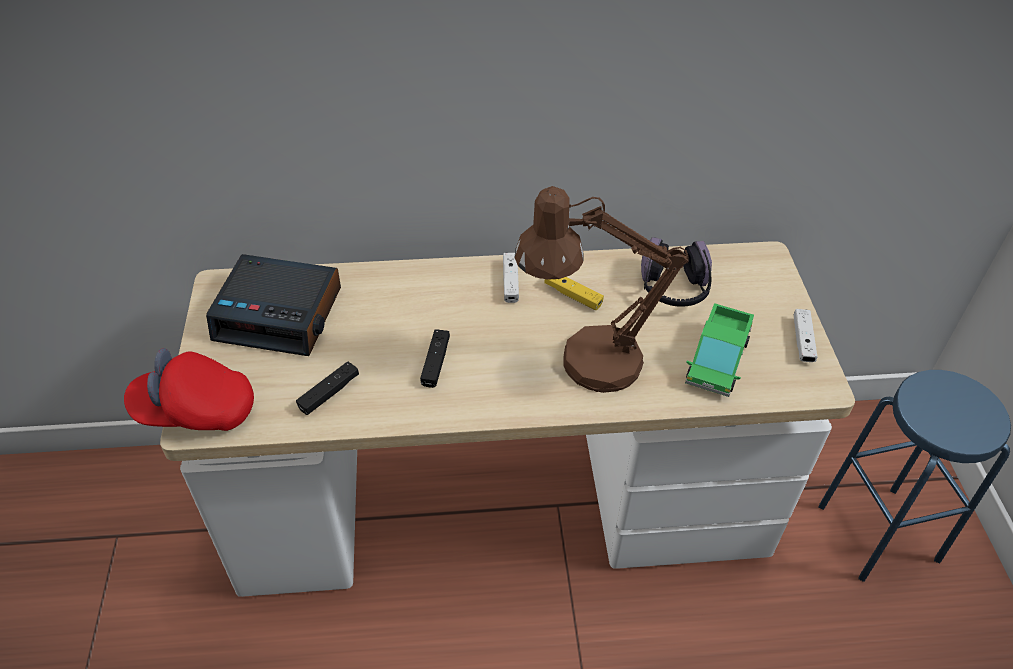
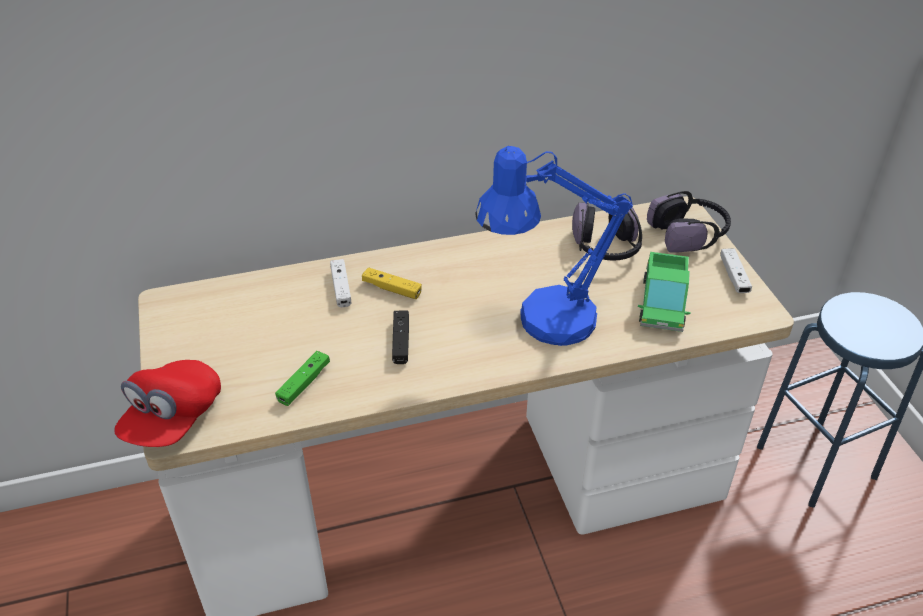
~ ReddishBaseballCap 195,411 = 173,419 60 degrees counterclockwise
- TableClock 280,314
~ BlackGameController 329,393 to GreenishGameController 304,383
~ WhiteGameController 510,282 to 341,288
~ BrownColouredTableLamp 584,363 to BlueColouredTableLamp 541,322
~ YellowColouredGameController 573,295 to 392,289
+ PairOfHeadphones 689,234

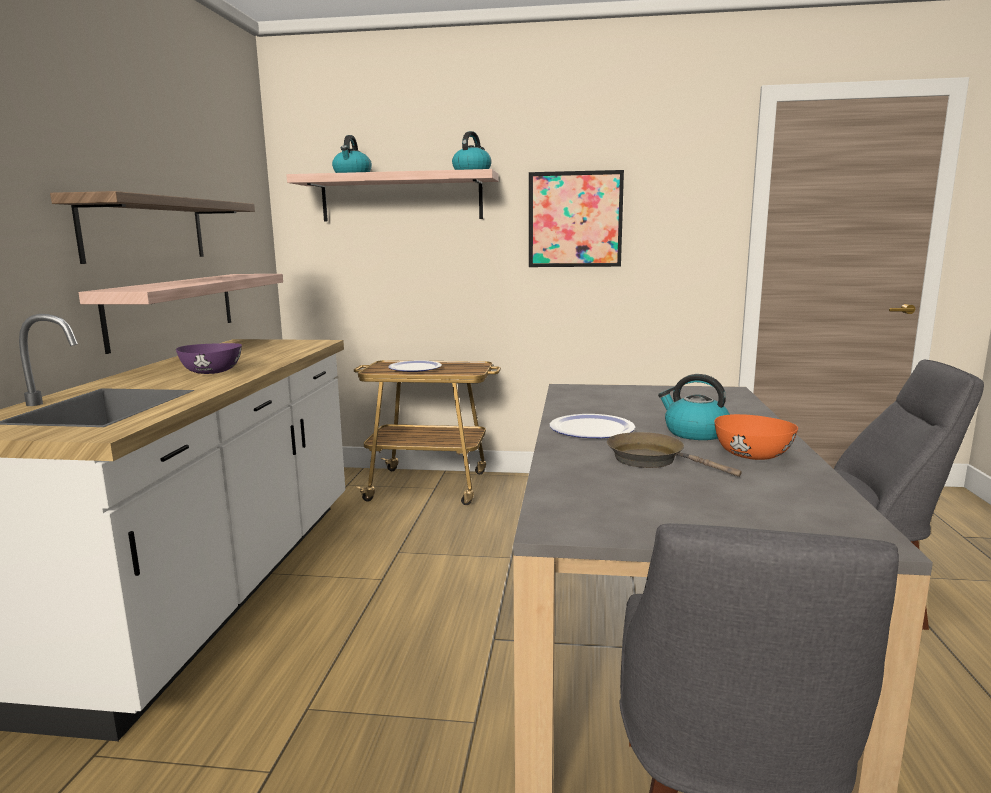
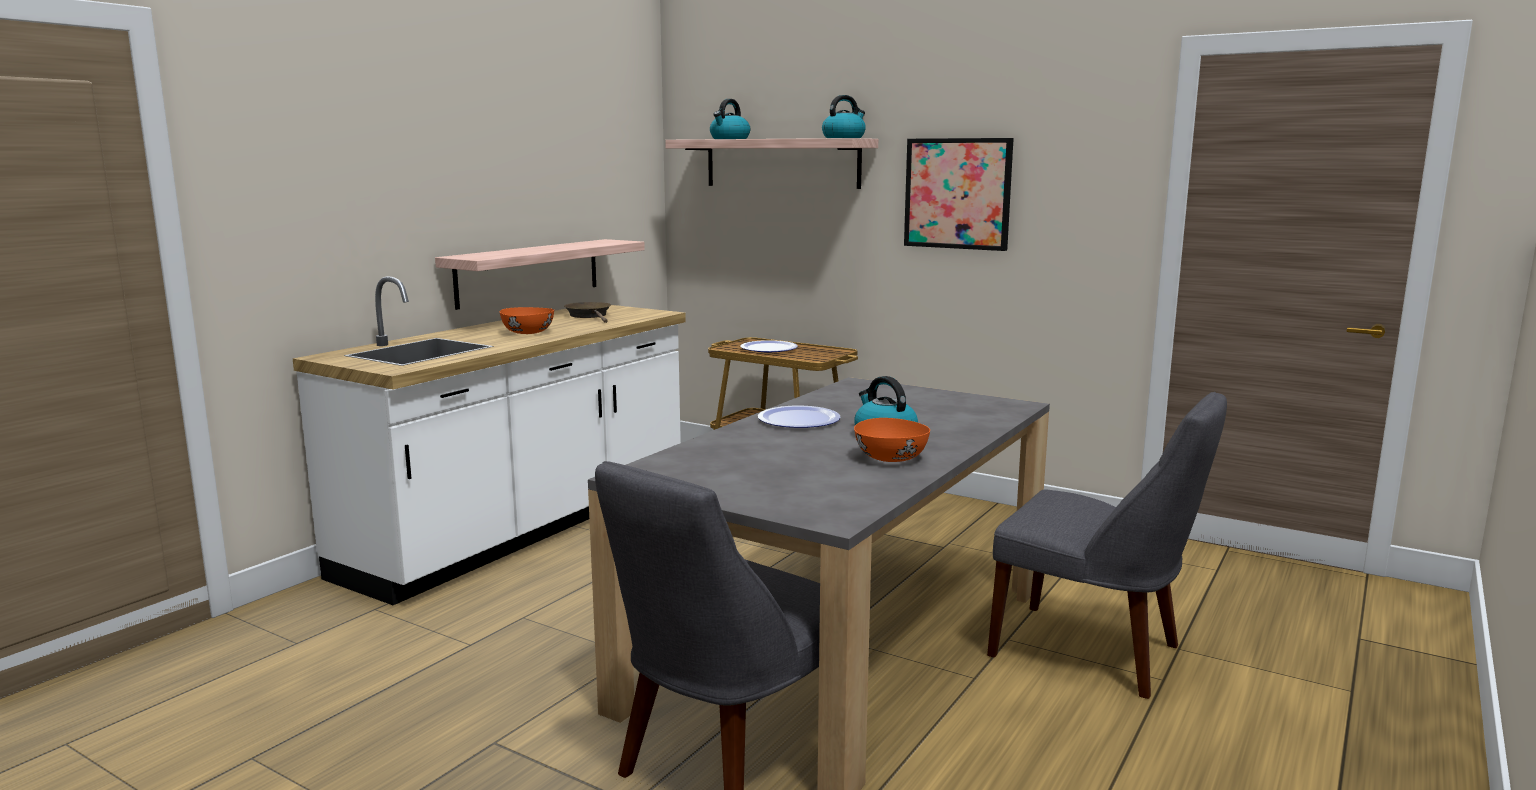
- BracketShelf 145,230
~ PurpleColouredBowl 211,372 to OrangeBowl 527,333
~ BrownColouredSkillet 651,460 to 590,316

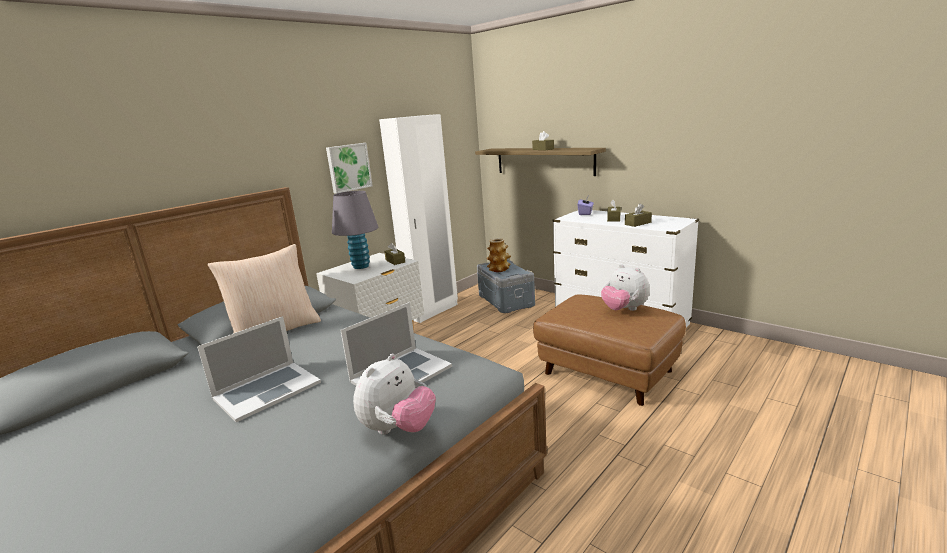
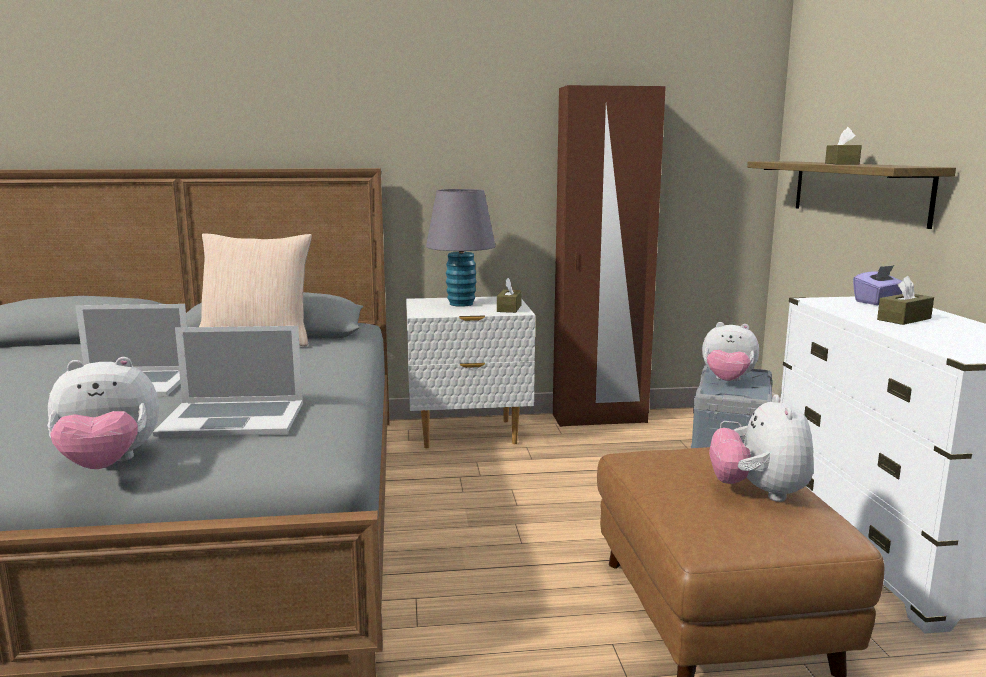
- Picture 348,167
~ WhiteArmoire 432,311 to BrownColouredArmoire 599,419
~ Vase 499,269 to PlushToy 727,381
- BrownColouredBoxOfTissues 638,223

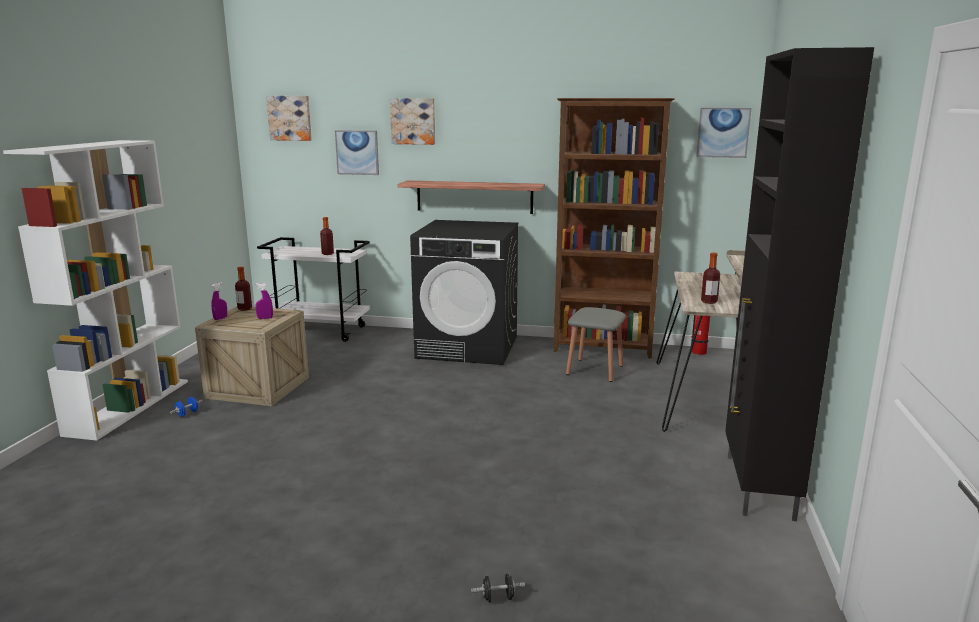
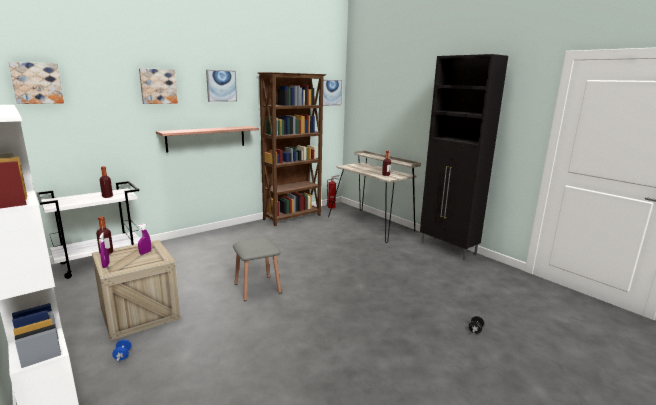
~ Picture 357,152 to 221,86
- BlackWashingMachine 468,347
~ GreyishSittingStool 594,370 to 257,288

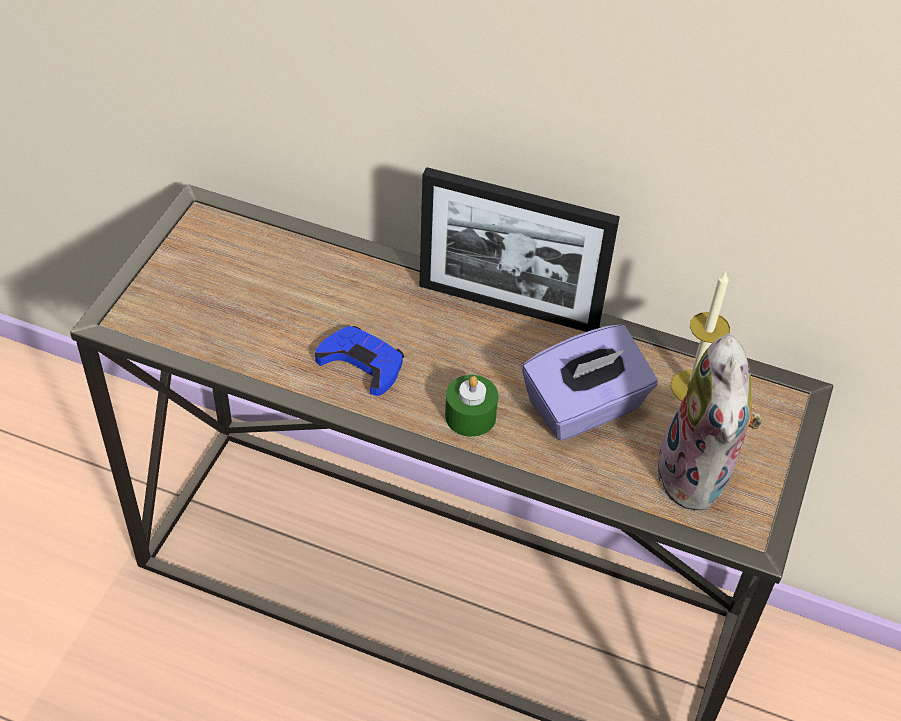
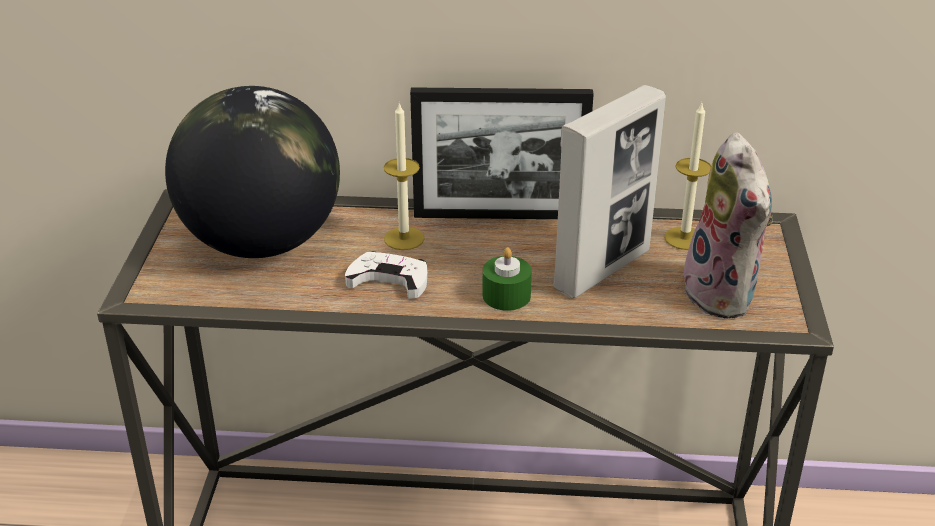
~ BlueColouredGameController 362,363 to WhiteGameController 389,280
~ PurpleColouredBoxOfTissues 585,407 to PhotoFrame 602,269
+ Globe 262,243
+ WaxLight 404,238

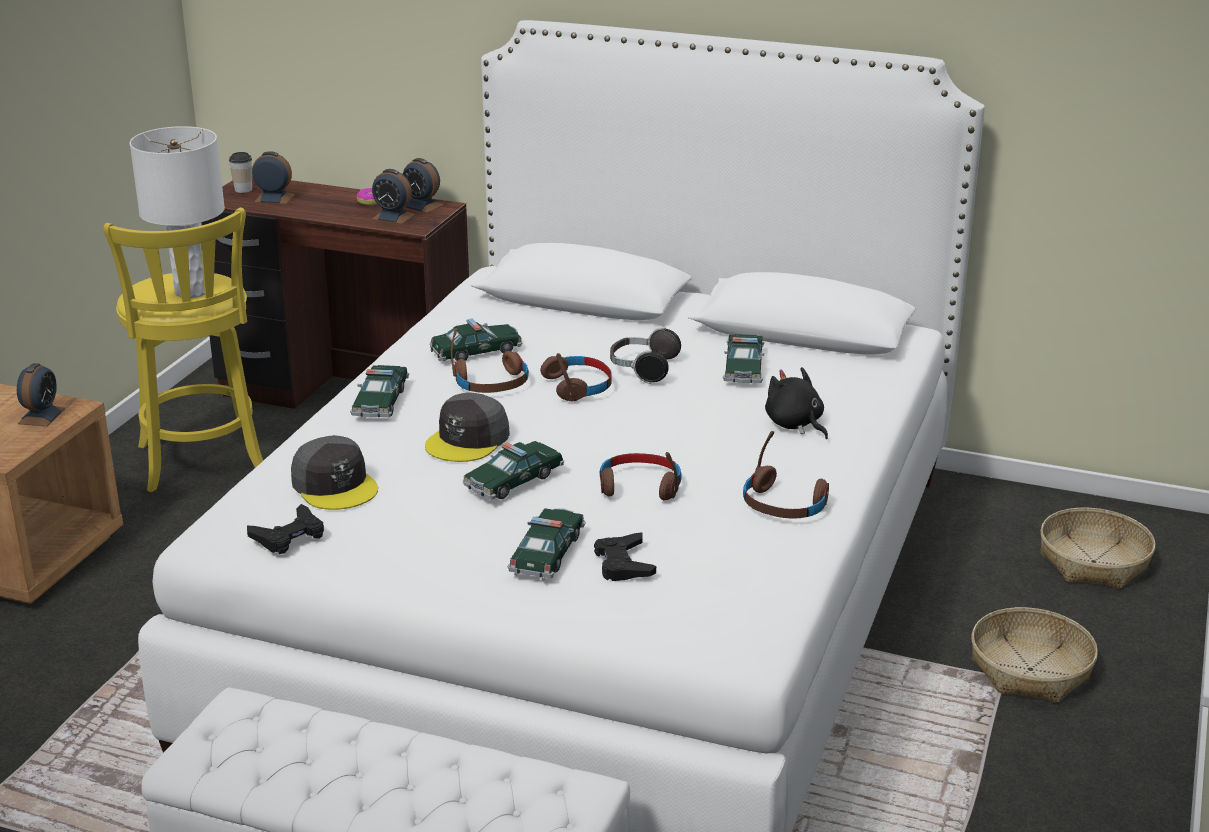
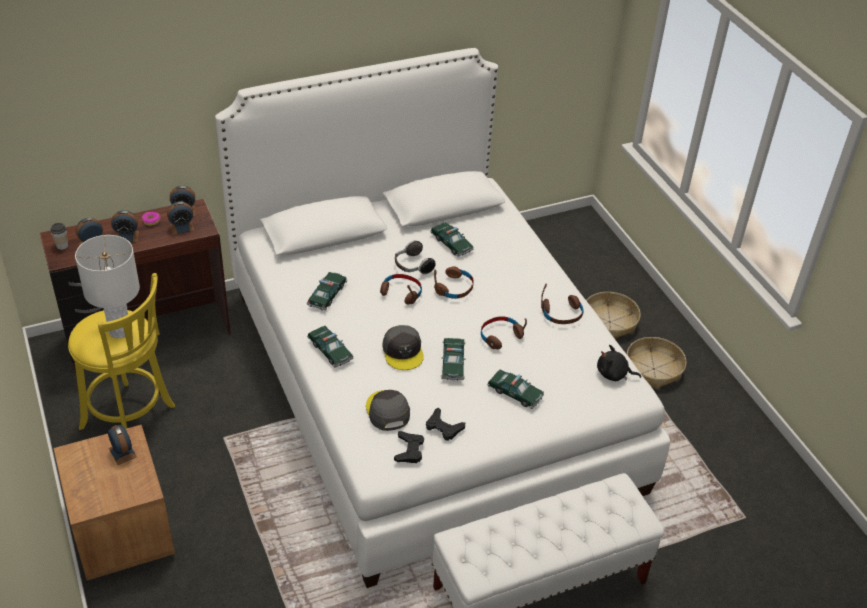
~ GreyishBaseballCap 335,485 = 387,411 120 degrees counterclockwise
~ BrownColouredPairOfHeadphones 492,384 to 454,288
~ MiniatureCar 547,553 = 515,393 150 degrees clockwise
~ BlackGameController 623,564 to 443,427
~ BlackPlushToy 795,425 to 614,374
~ Basket 1093,561 to 653,368
+ TableClock 127,236

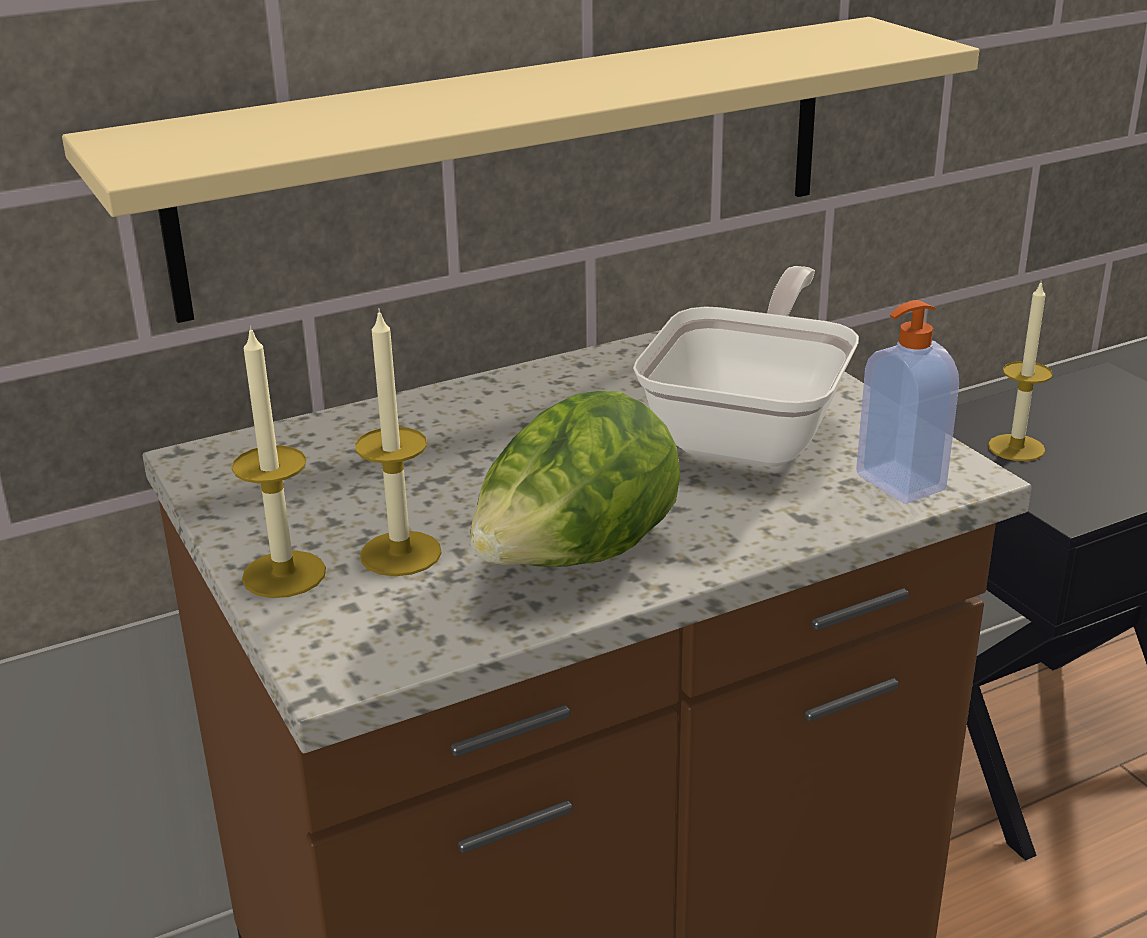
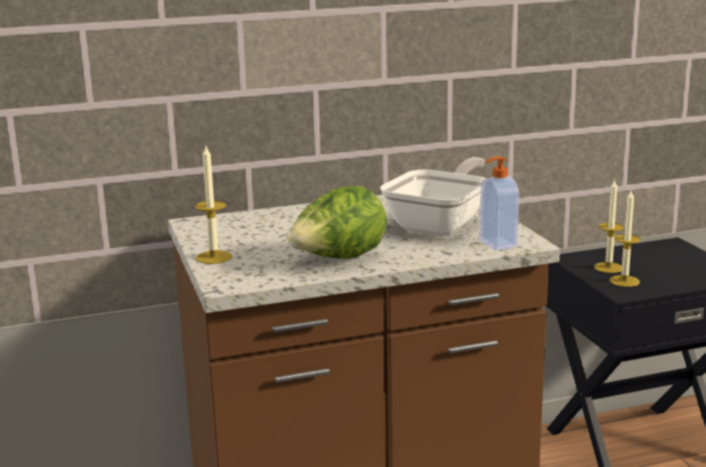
- BeigeBracketShelf 518,162
~ WaxLight 400,553 to 624,281

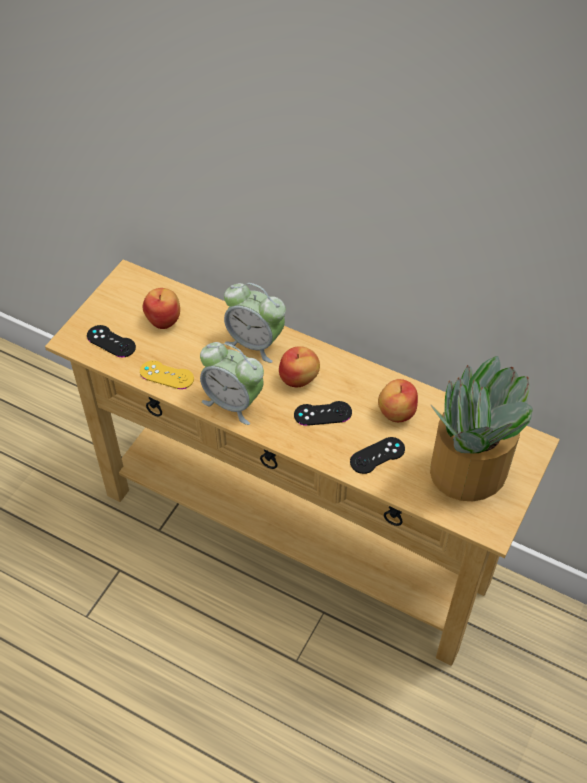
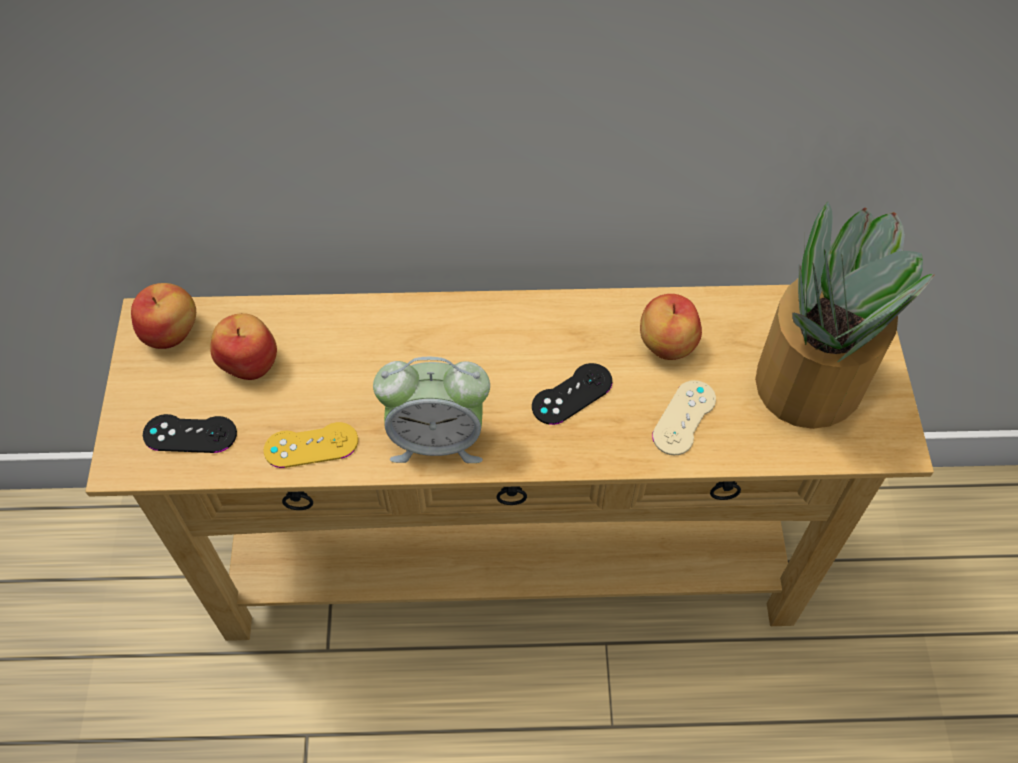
- TableClock 255,343
~ WholeApple 299,378 to 172,332
~ BlackGameController 377,455 to BeigeGameController 684,418

